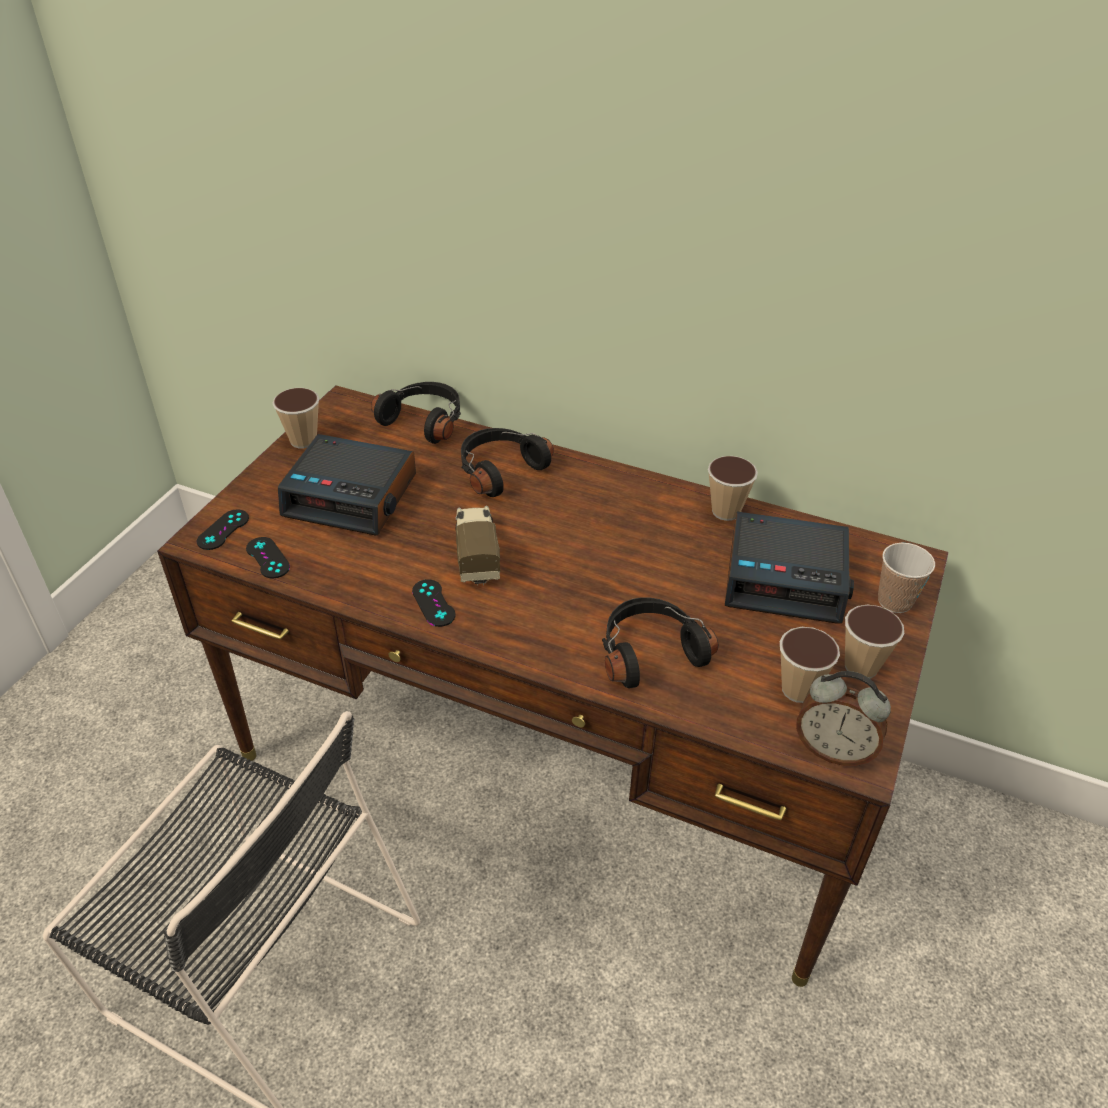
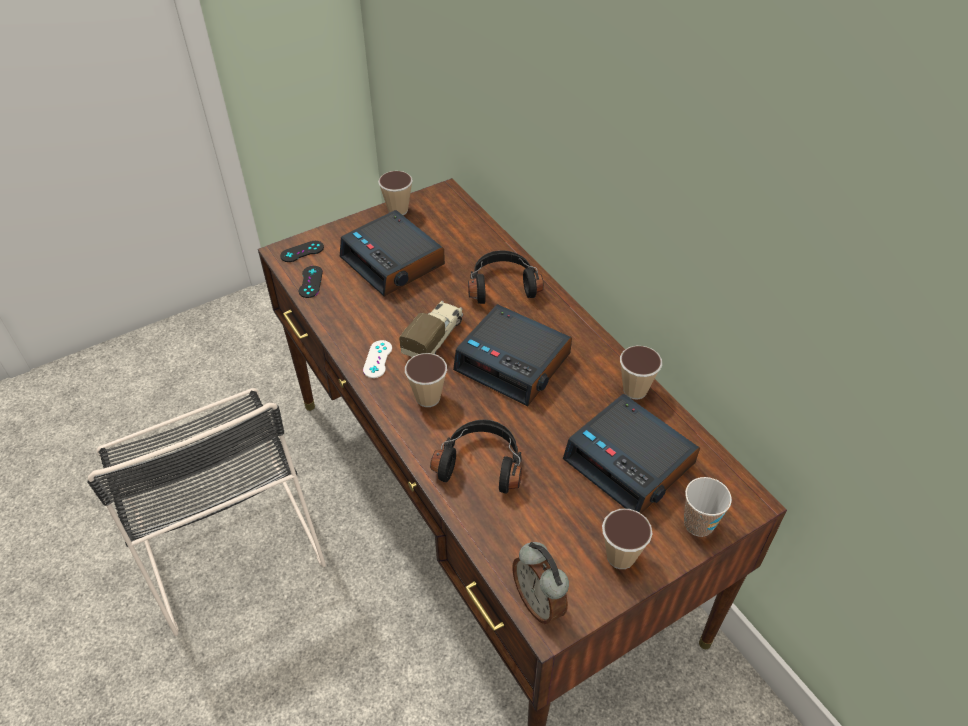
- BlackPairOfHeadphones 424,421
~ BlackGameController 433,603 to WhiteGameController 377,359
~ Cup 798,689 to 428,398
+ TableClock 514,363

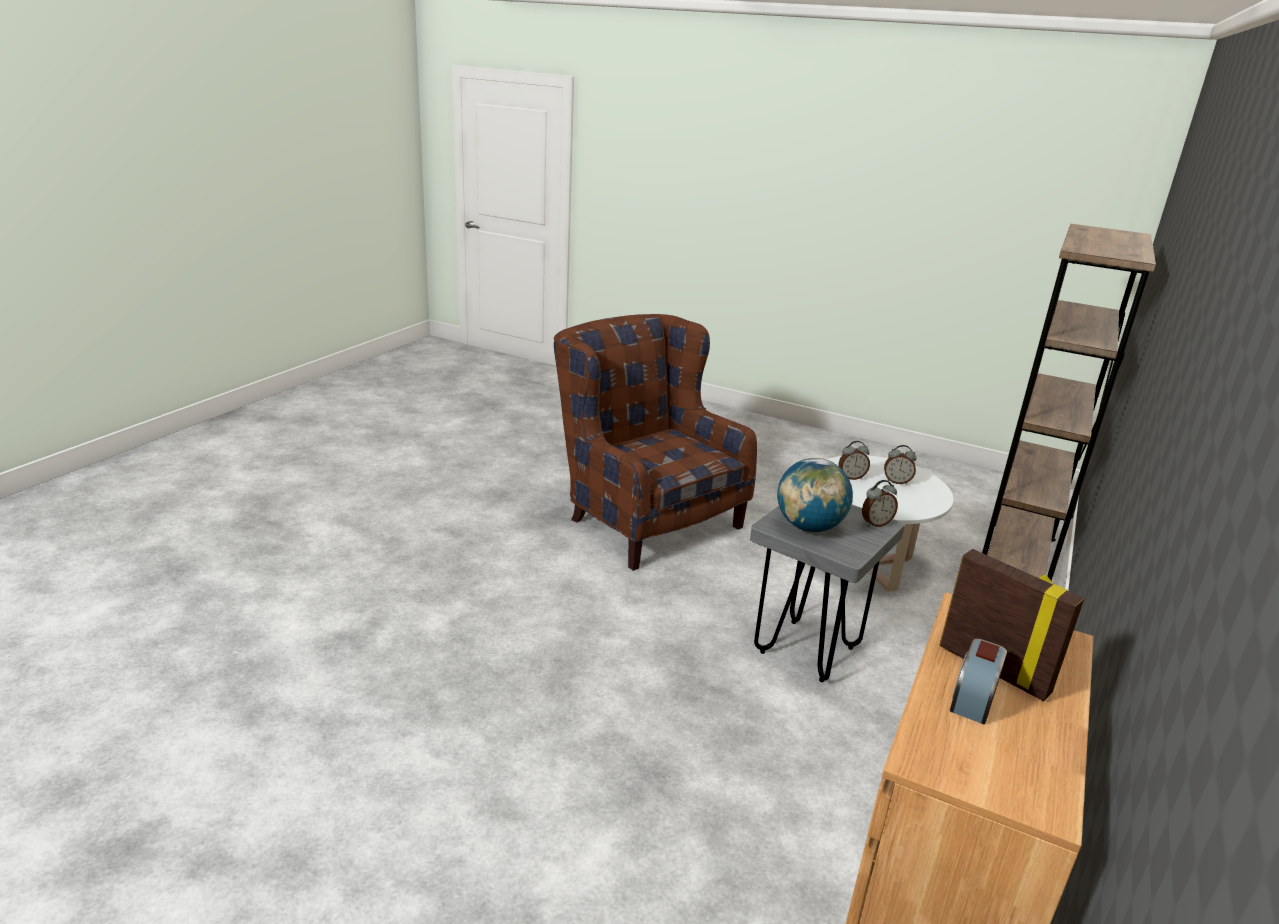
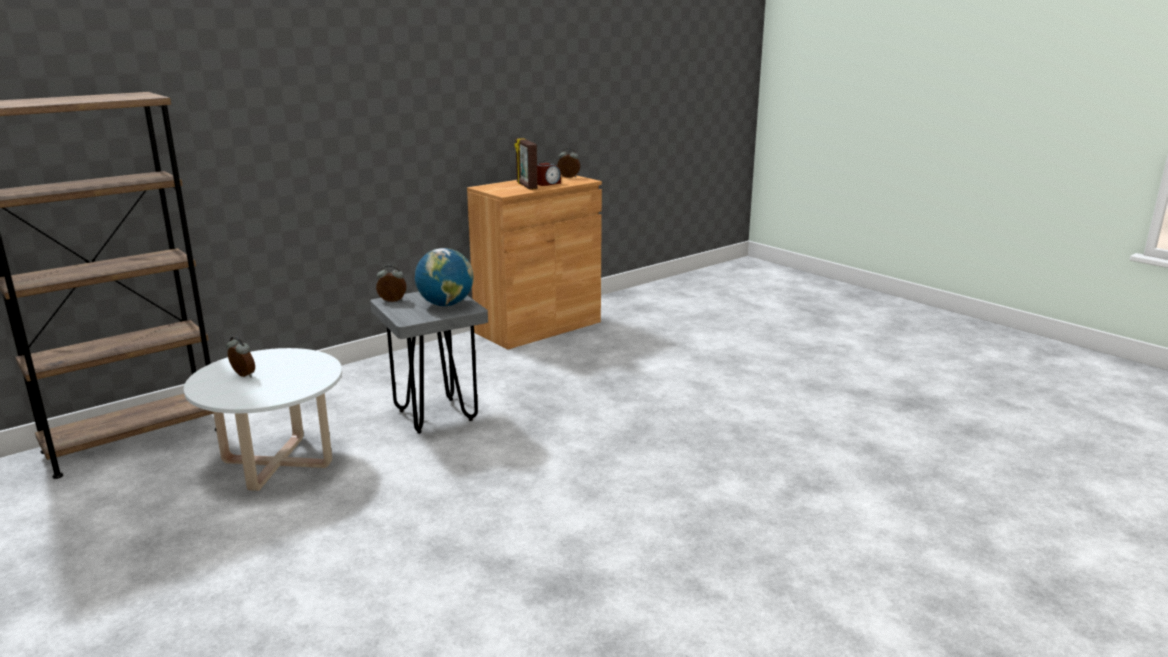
- BrownColouredLoungeChair 644,517
~ TableClock 851,477 to 568,177

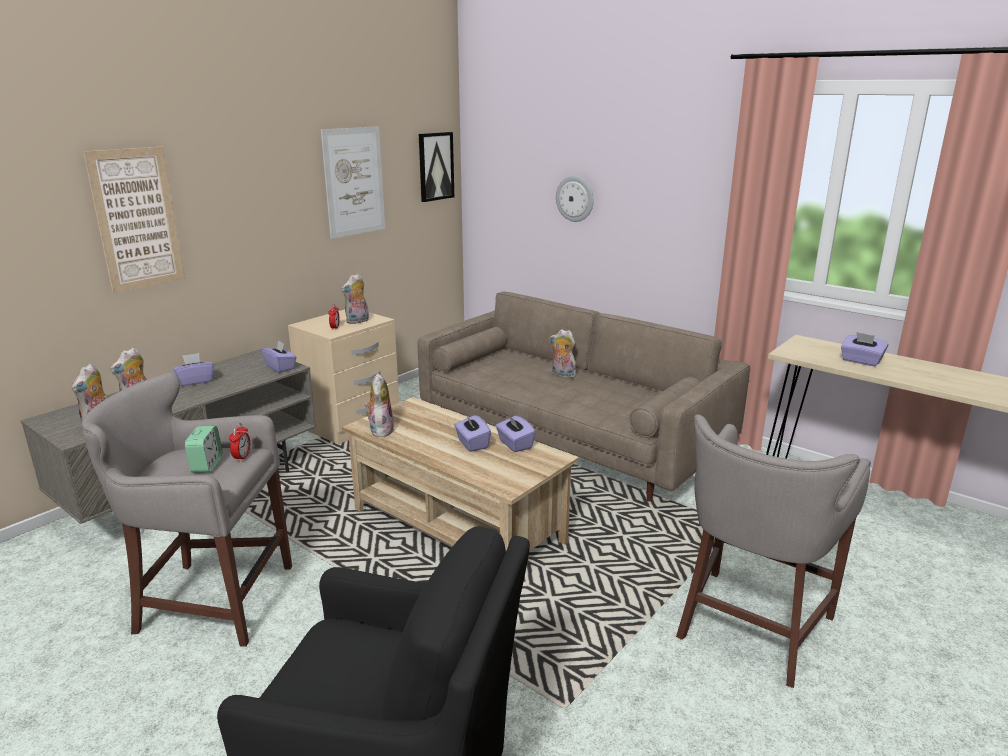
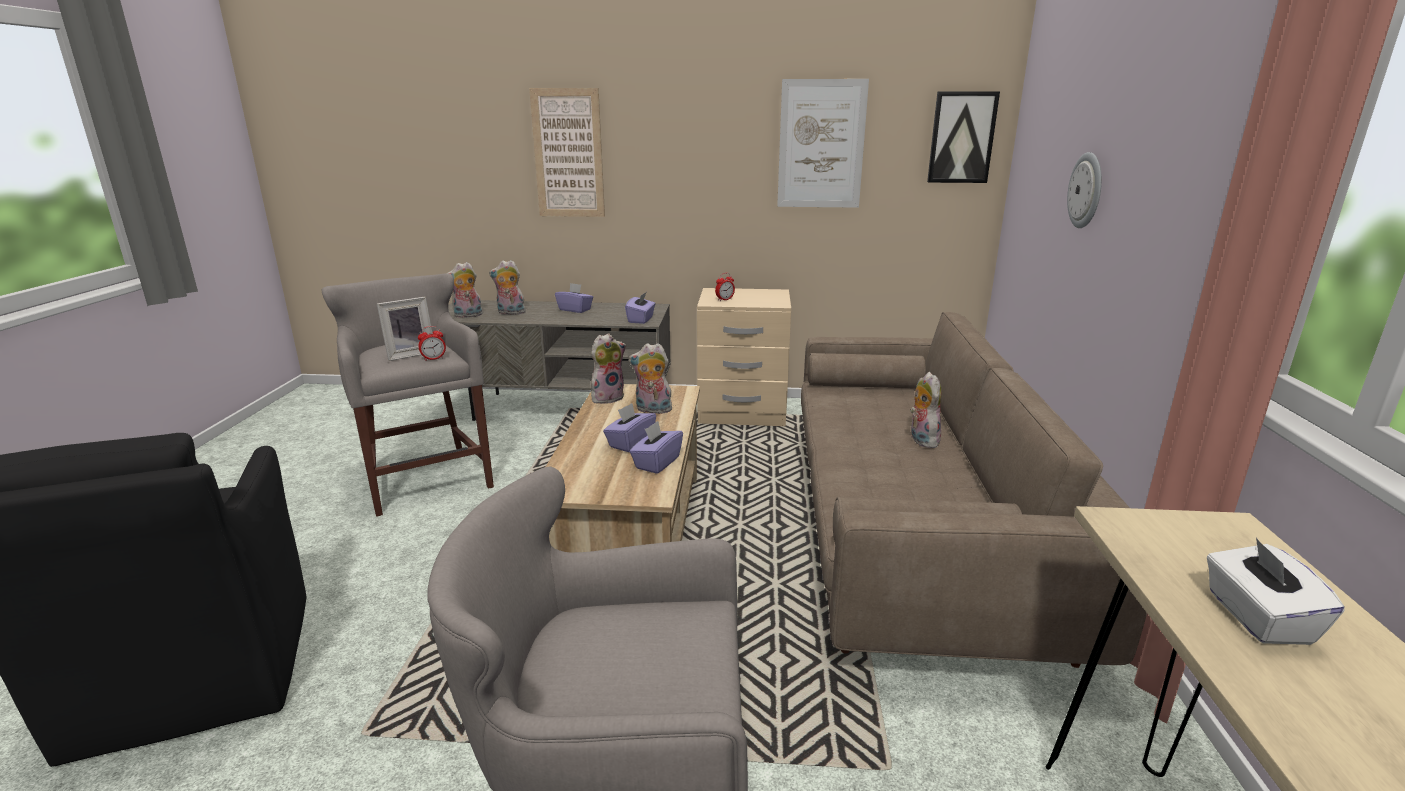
~ TableClock 207,465 to PhotoFrame 410,354
~ PlushToy 357,321 to 652,410
~ PurpleColouredBoxOfTissues 861,361 to WhiteBoxOfTissues 1256,617

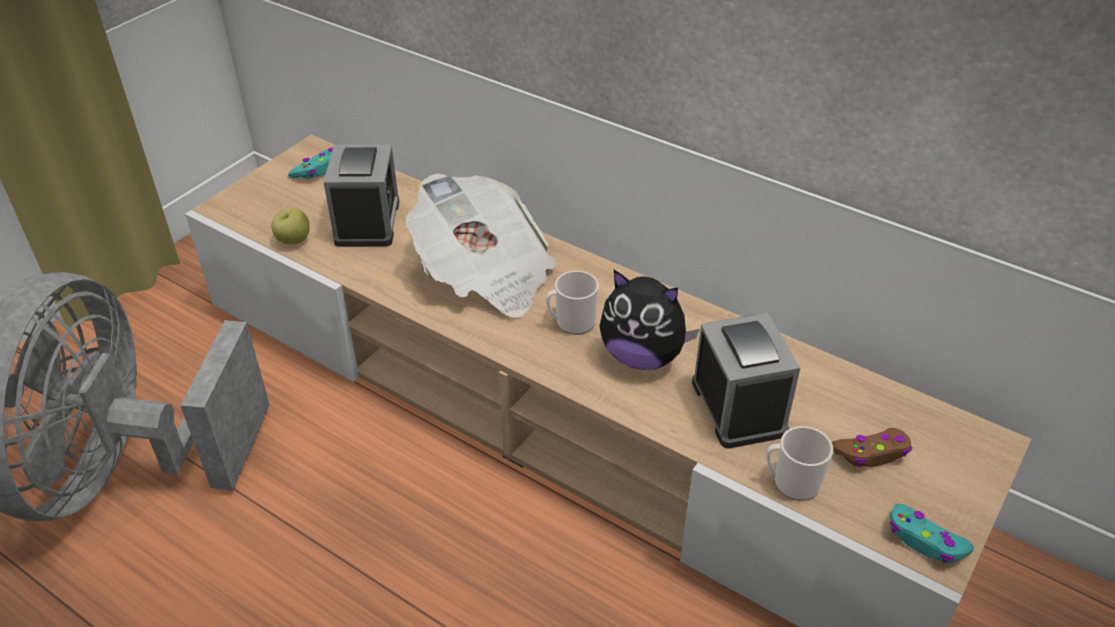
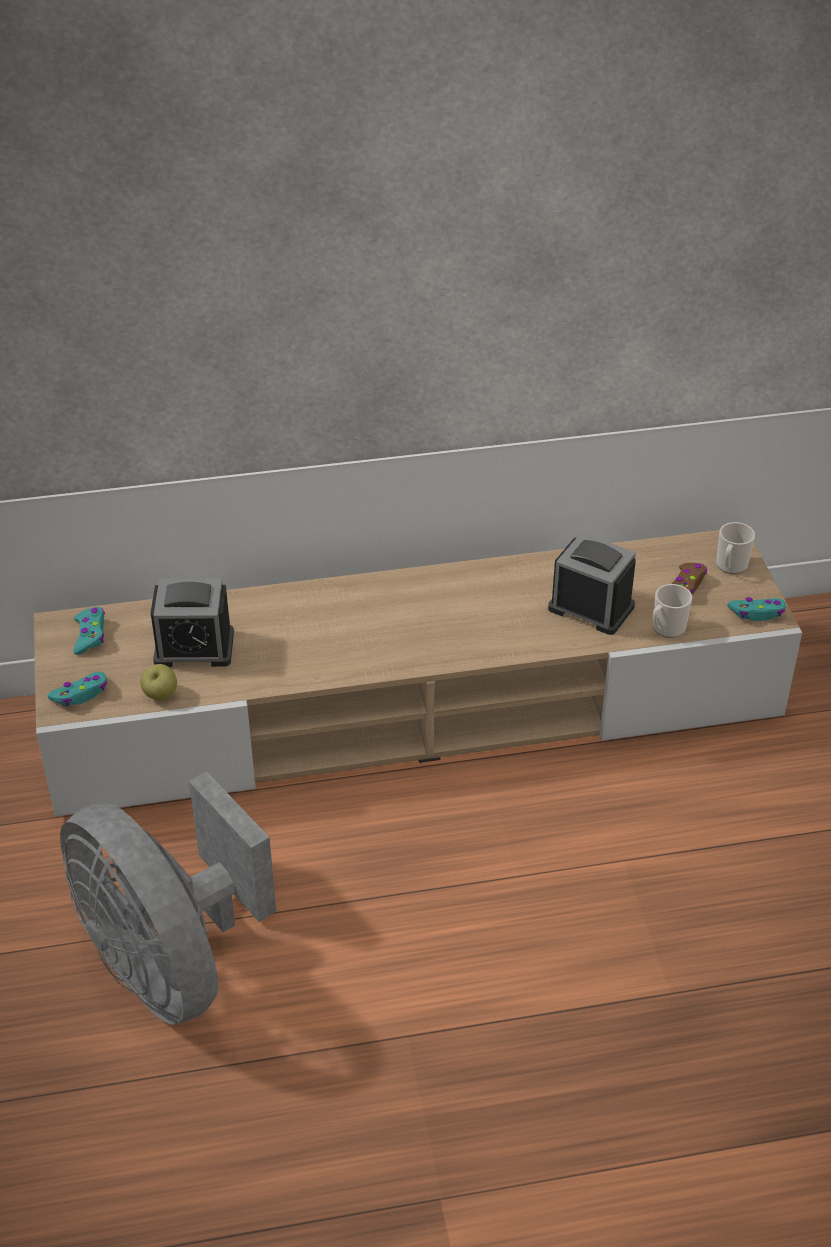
~ TableClock 367,222 = 194,647 135 degrees clockwise
- Newspaper 485,274
~ Mug 571,323 to 730,566
- PlushToy 642,356
+ TurquoiseColouredGameController 81,694

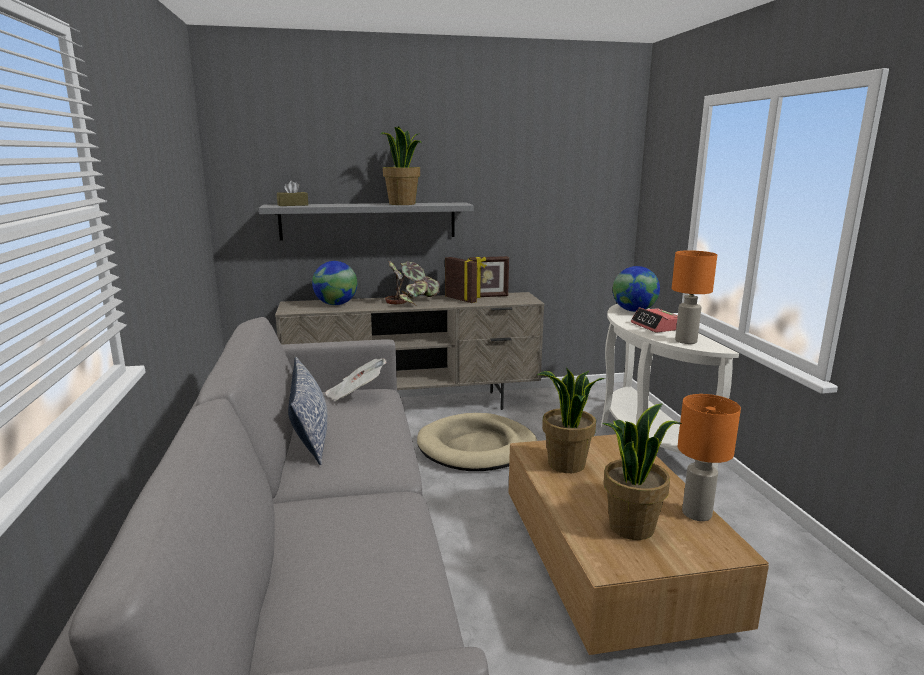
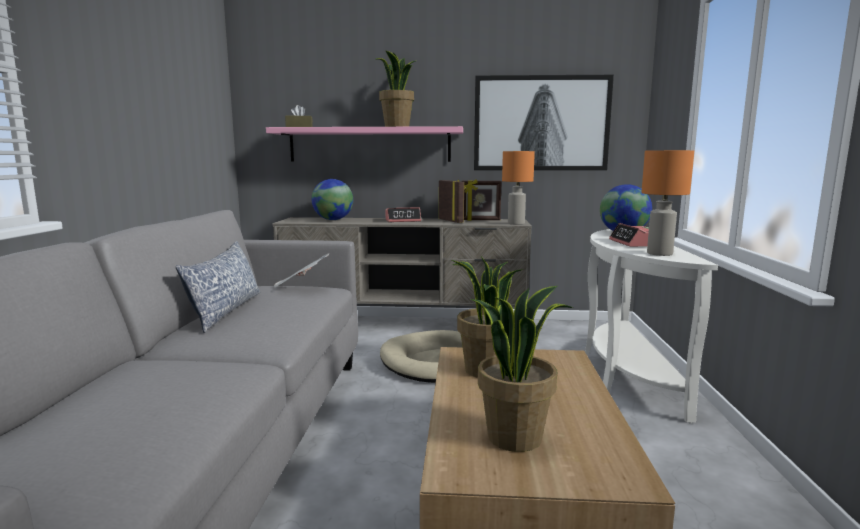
~ GreyishBracketShelf 368,221 to PinkBracketShelf 369,145
~ PlantInAPot 411,302 to TableClock 403,220
~ OrangeTableLamp 696,514 to 515,223
+ Picture 541,123

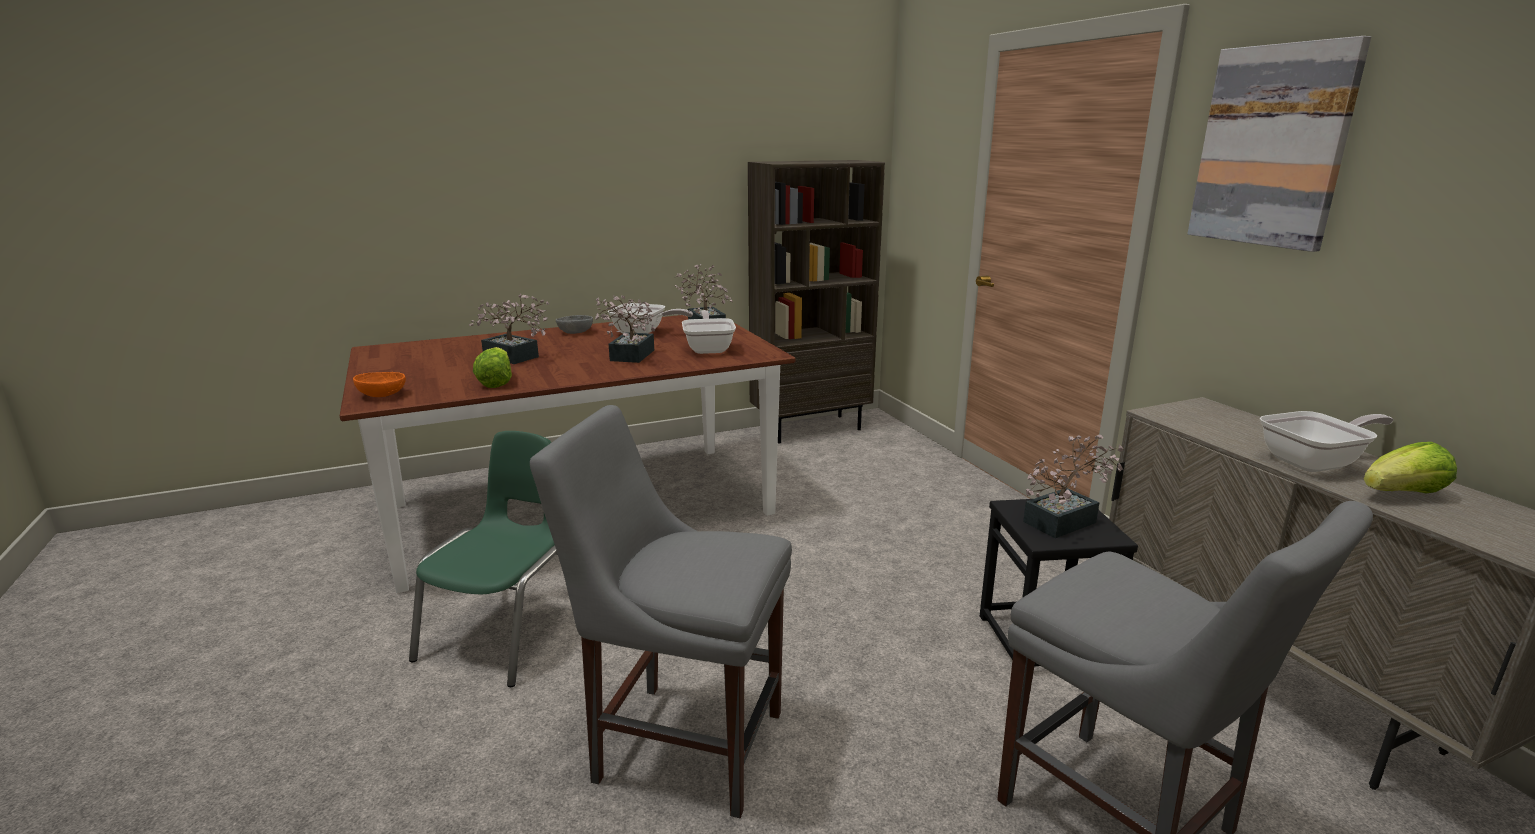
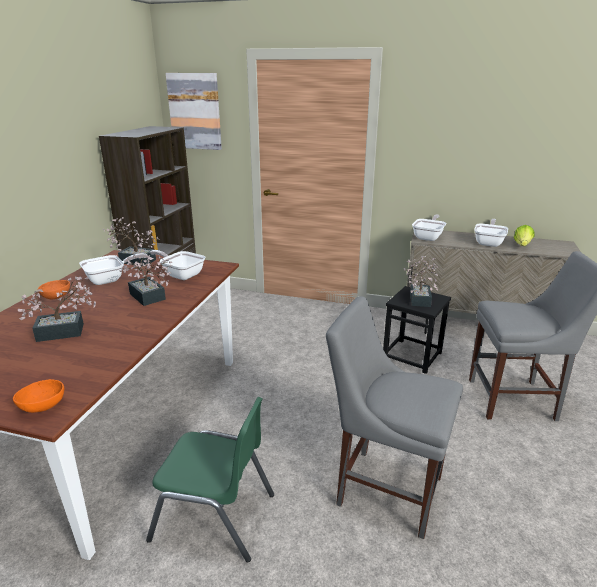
~ GreenishUprightChair 507,632 = 214,516 135 degrees clockwise
- Lettuce 496,382
~ GreyishUprightChair 681,742 = 384,488 60 degrees clockwise
~ GreyishBowl 575,332 to OrangeBowl 55,296
~ Picture 1272,146 to 195,111
+ Skillet 428,237

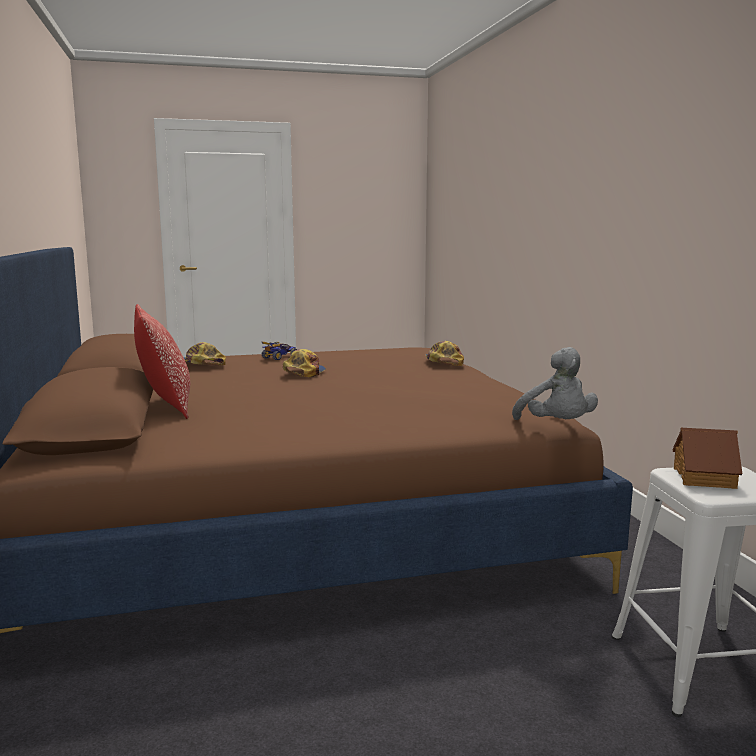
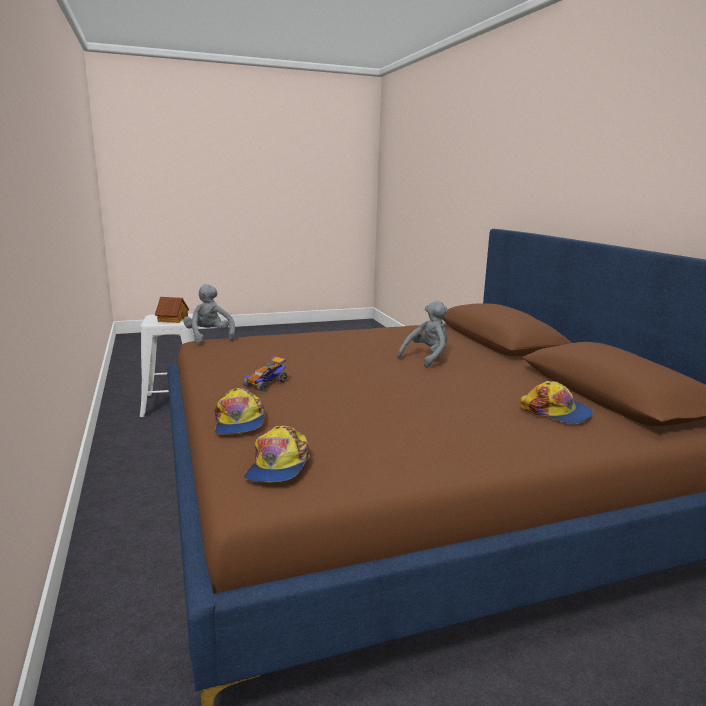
- Cushion 165,407
~ MiniatureCar 279,357 to 266,383
~ BaseballCap 304,372 to 278,466
+ GreyishPlushToy 426,358

